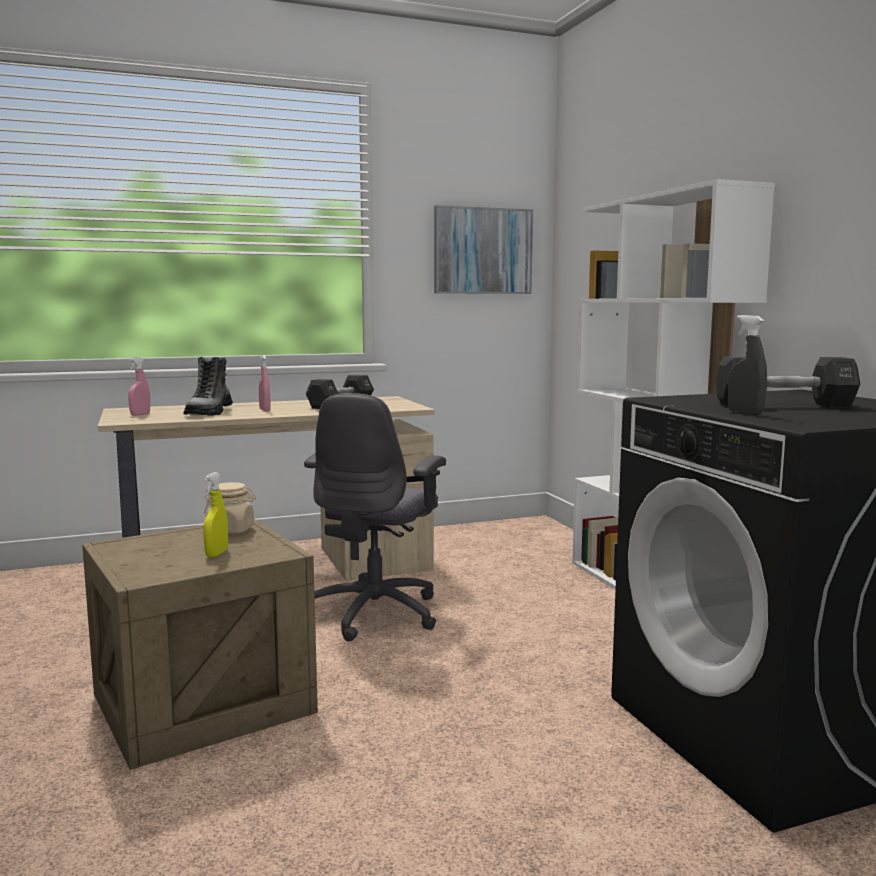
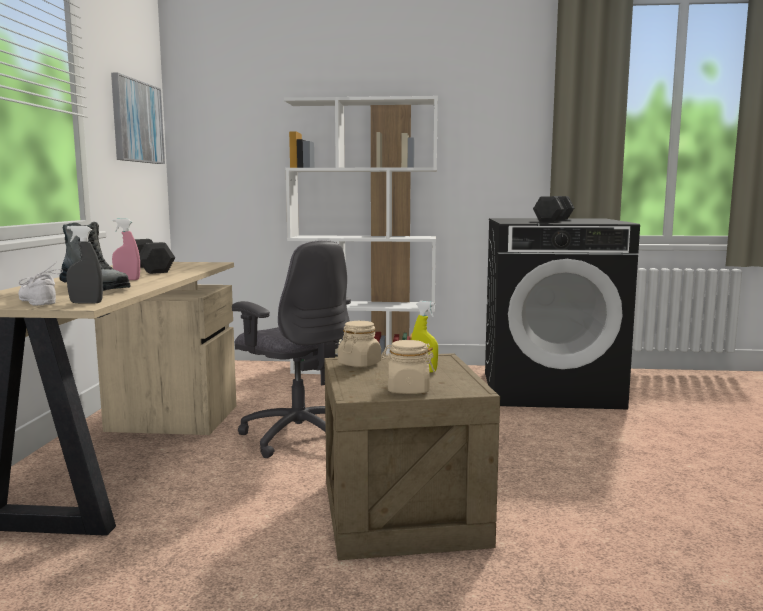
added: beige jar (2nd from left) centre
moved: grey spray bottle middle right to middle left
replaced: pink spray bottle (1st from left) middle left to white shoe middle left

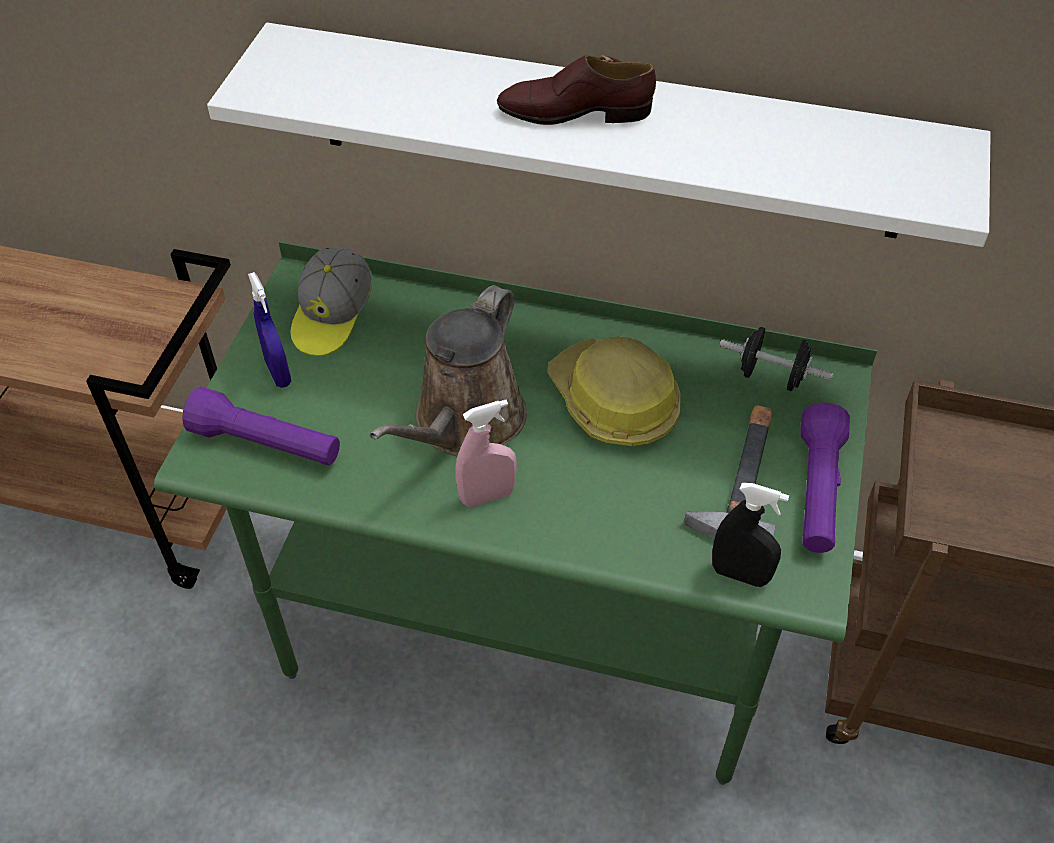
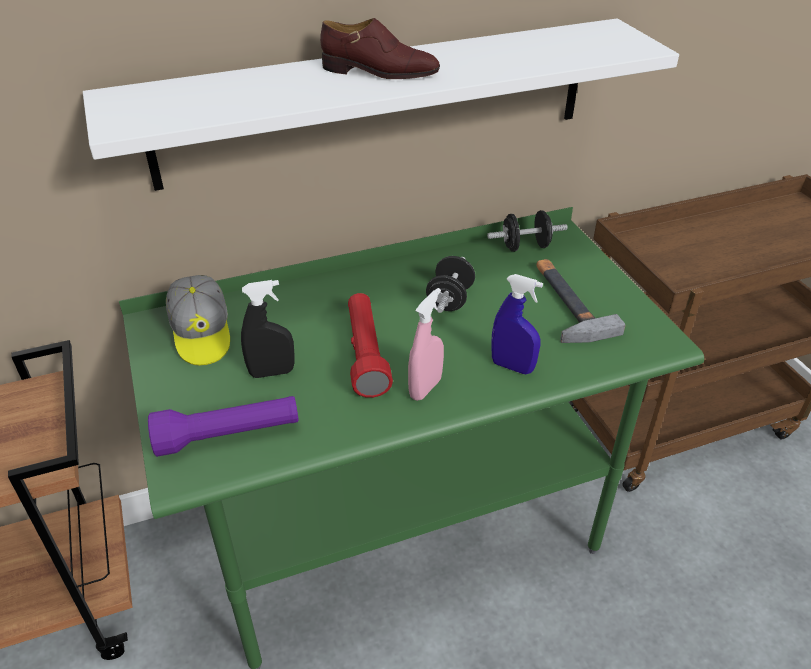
removed: purple flashlight (2nd from left) middle right
moved: blue spray bottle middle left to centre; black spray bottle middle right to middle left
replaced: brown watering can centre to red flashlight centre; hard hat centre to black dumbbell (1st from left) centre
turned: brown shoe top centre = top centre 135 degrees counterclockwise

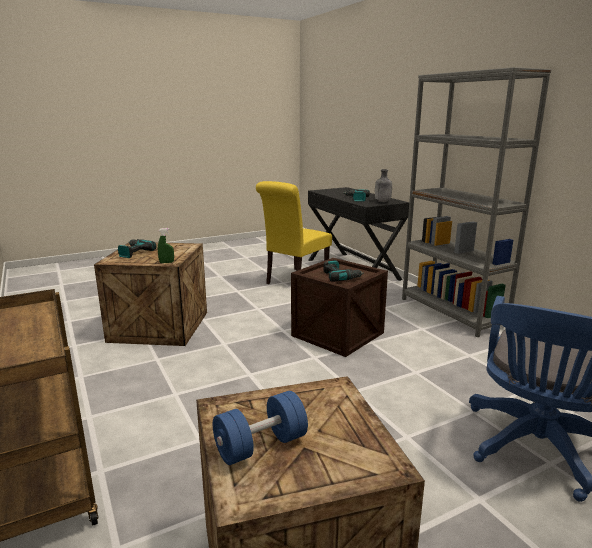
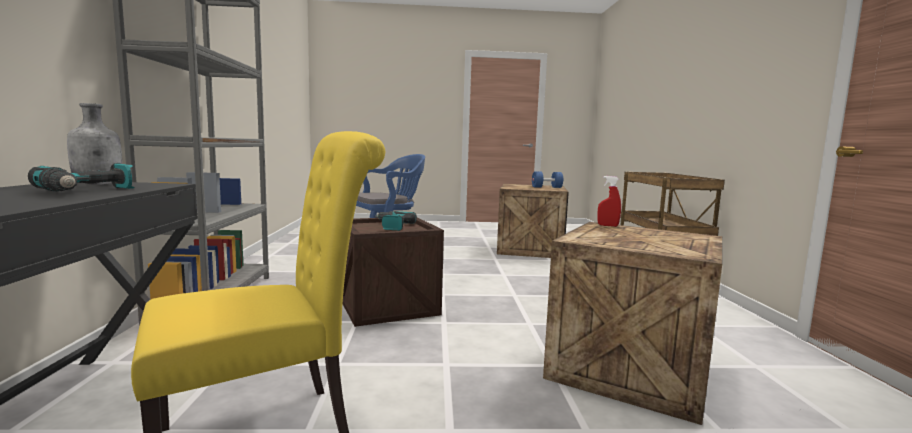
removed: power drill (1st from left) middle left
recoloured: green spray bottle middle left to red spray bottle middle right

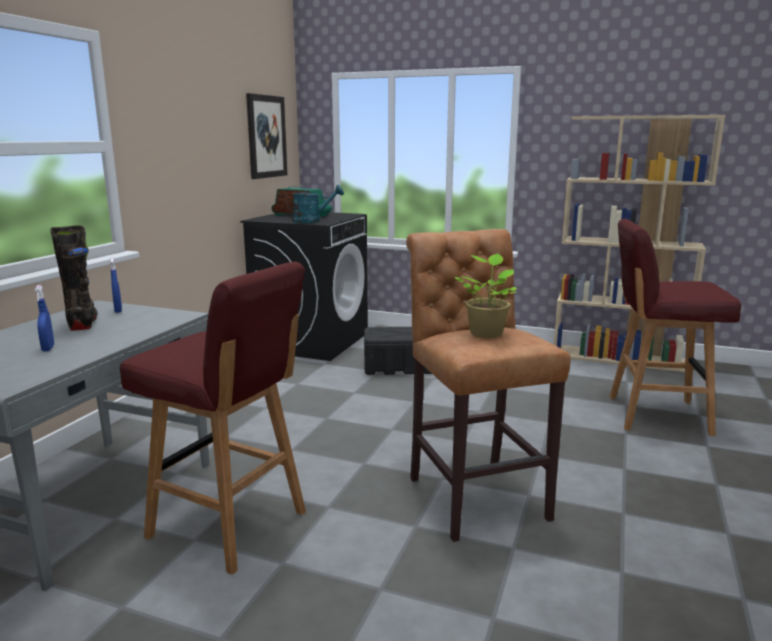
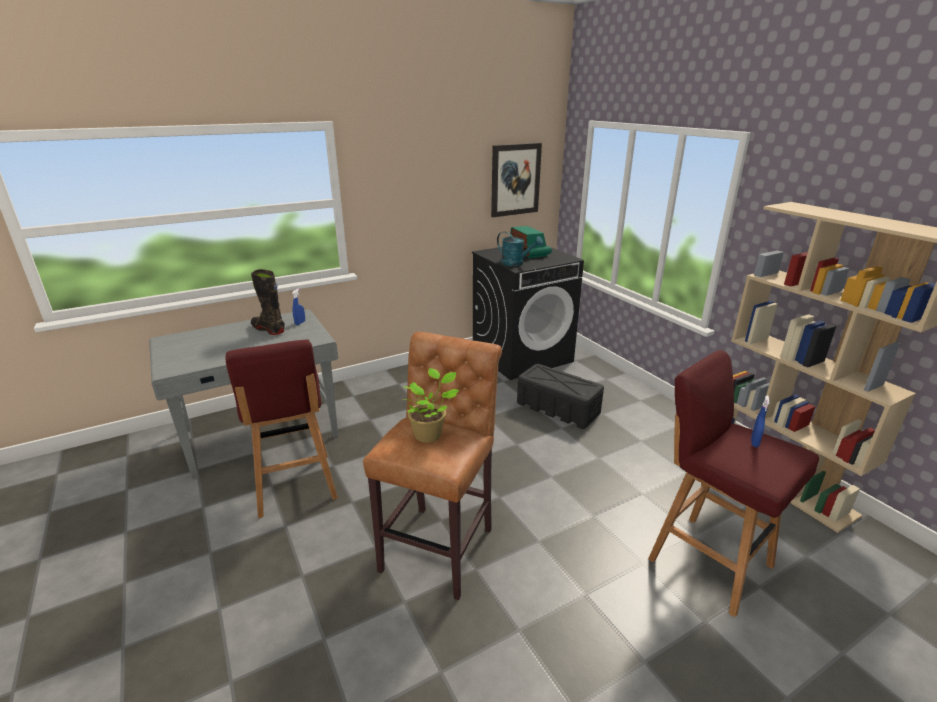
moved: blue spray bottle (1st from left in the first image) middle left to blue spray bottle (2nd from left) middle right
turned: black boot middle left = middle left 75 degrees counterclockwise

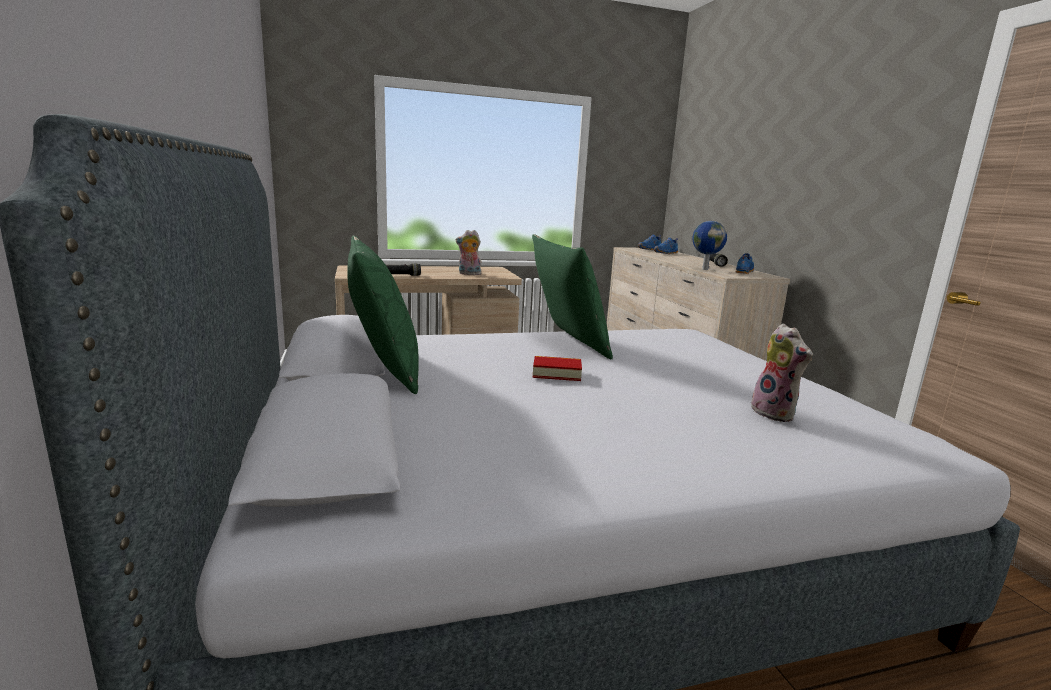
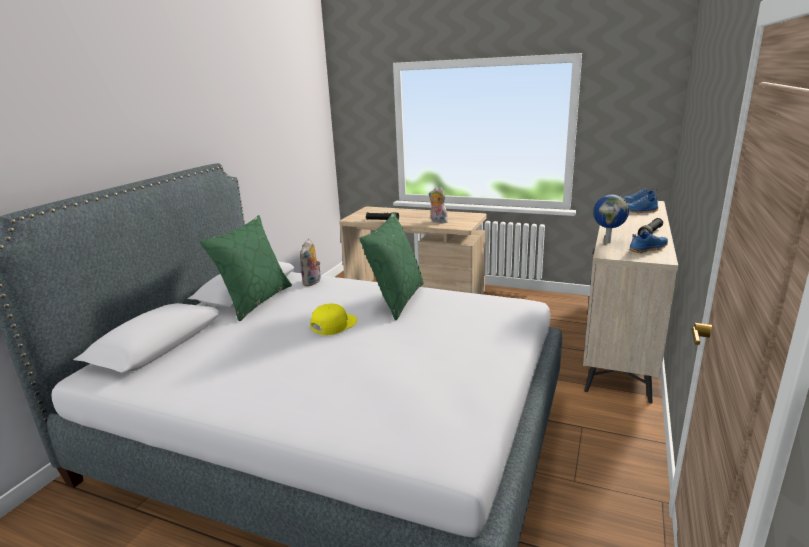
moved: plush toy (2nd from left in the first image) middle right to plush toy (1st from left) centre
replaced: book centre to yellow cap centre

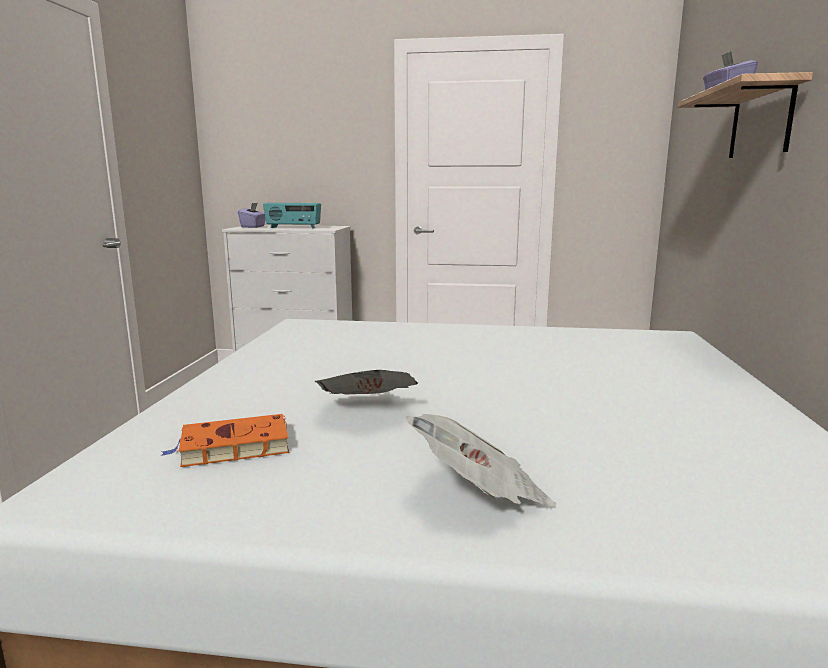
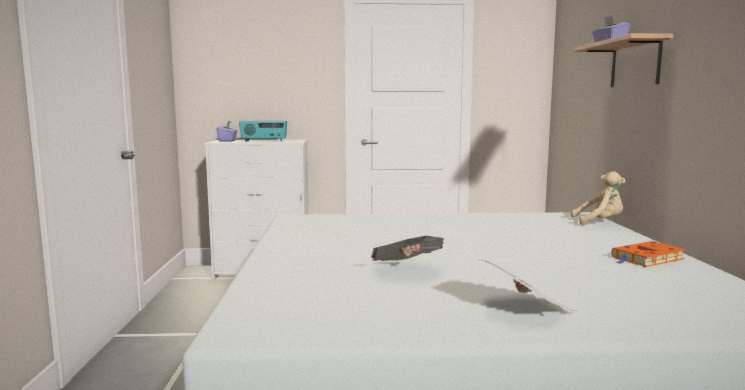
added: beige plush toy middle right
moved: orange book middle left to middle right

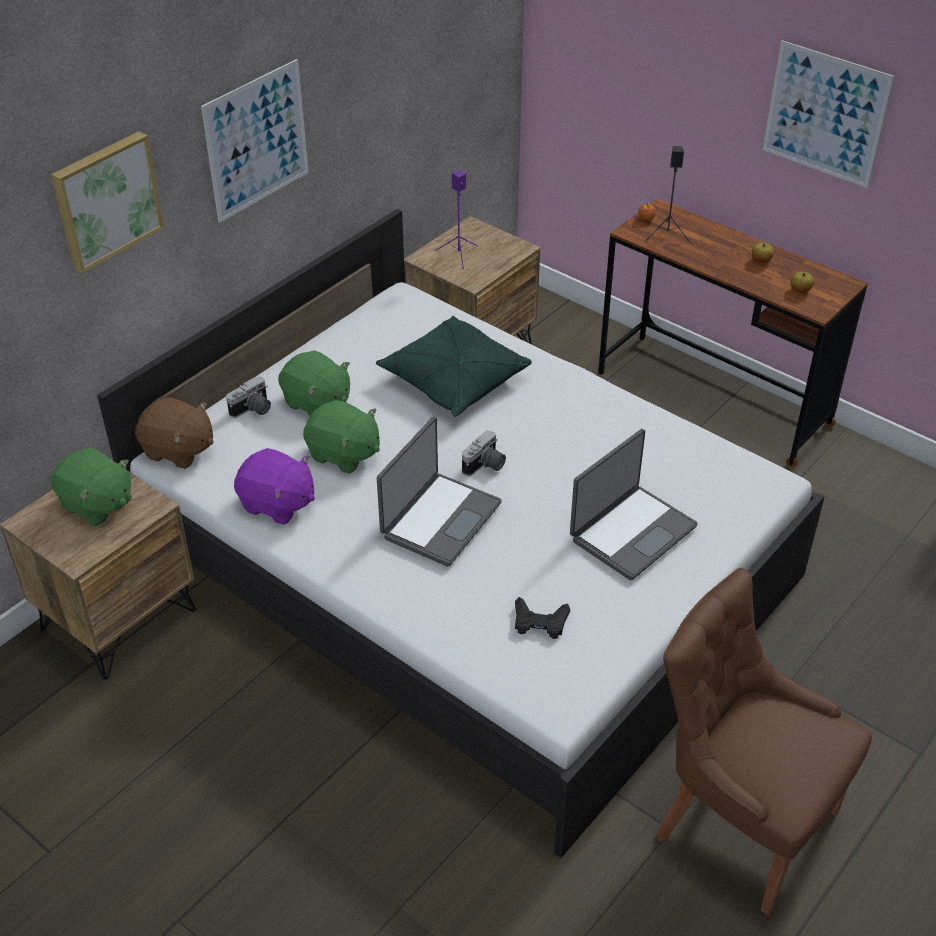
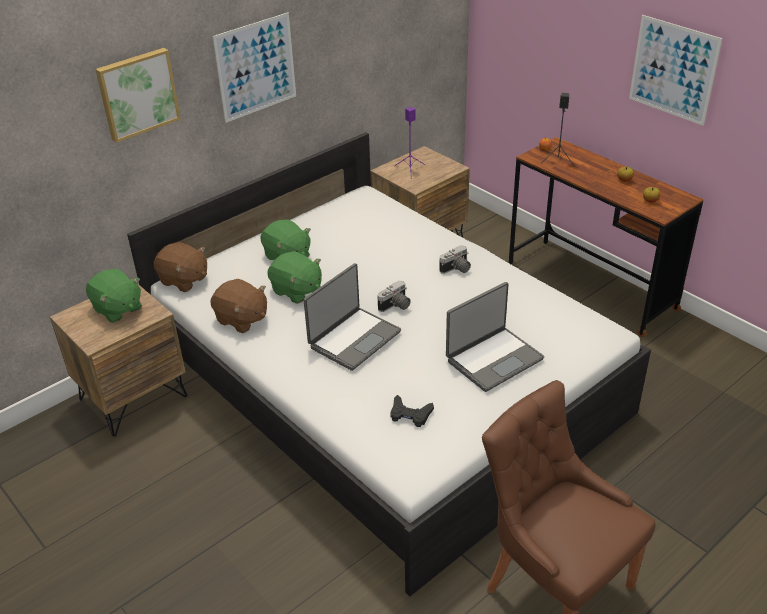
removed: green pillow centre
moved: photo camera (1st from left in the first image) middle left to photo camera (2nd from left) centre
recoloured: purple plush toy middle left to brown plush toy (2nd from left) middle left

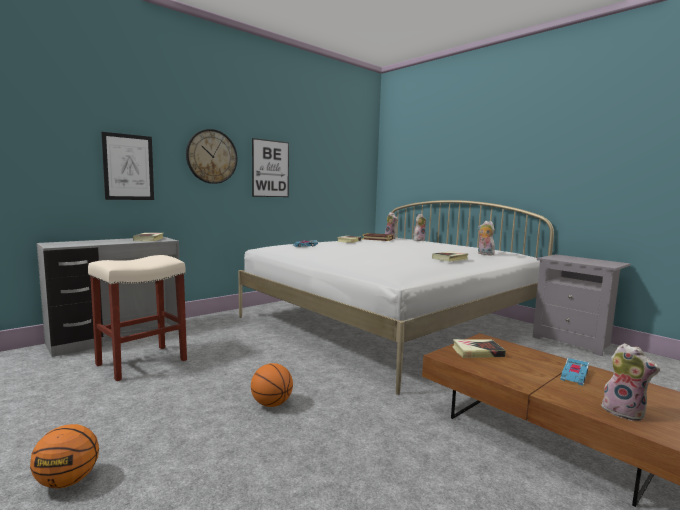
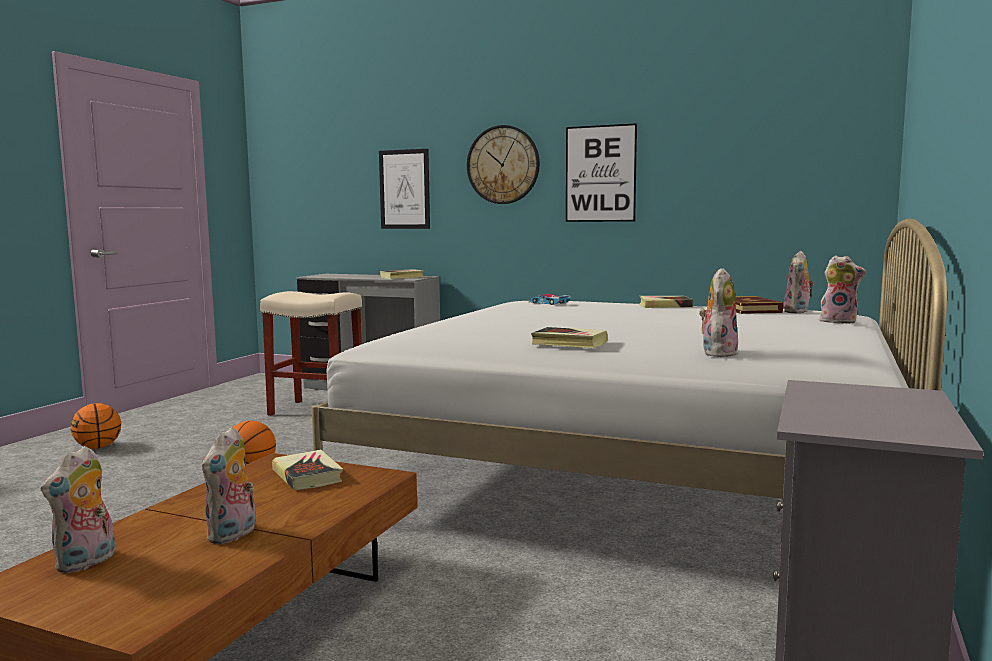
replaced: toy car (2nd from left) bottom right to plush toy (2nd from left) bottom left

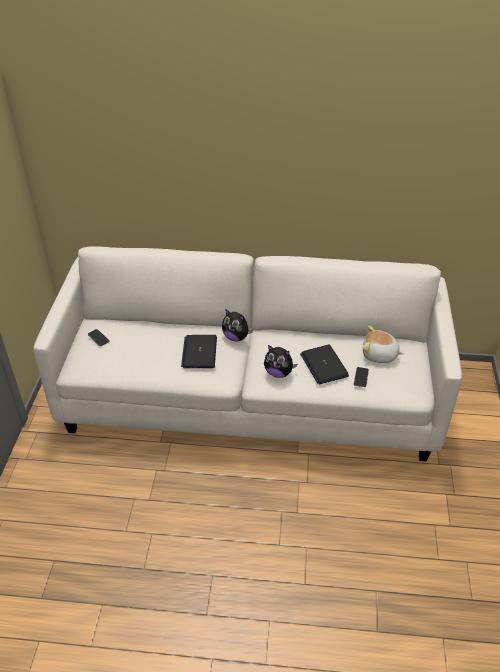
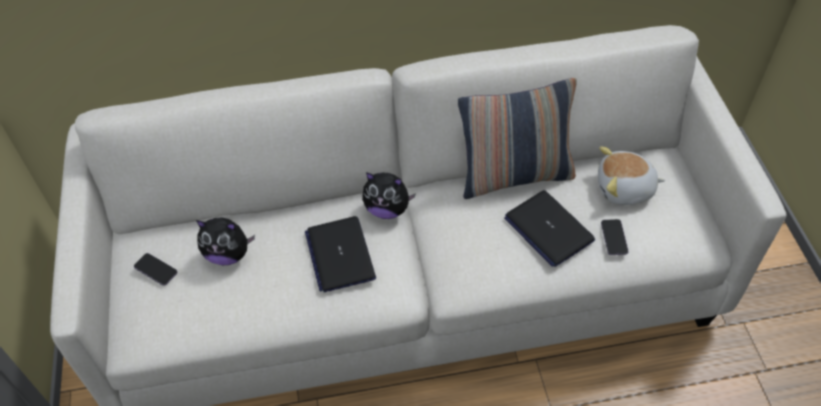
added: pillow centre
moved: plush toy (2nd from left in the first image) centre to plush toy (1st from left) middle left

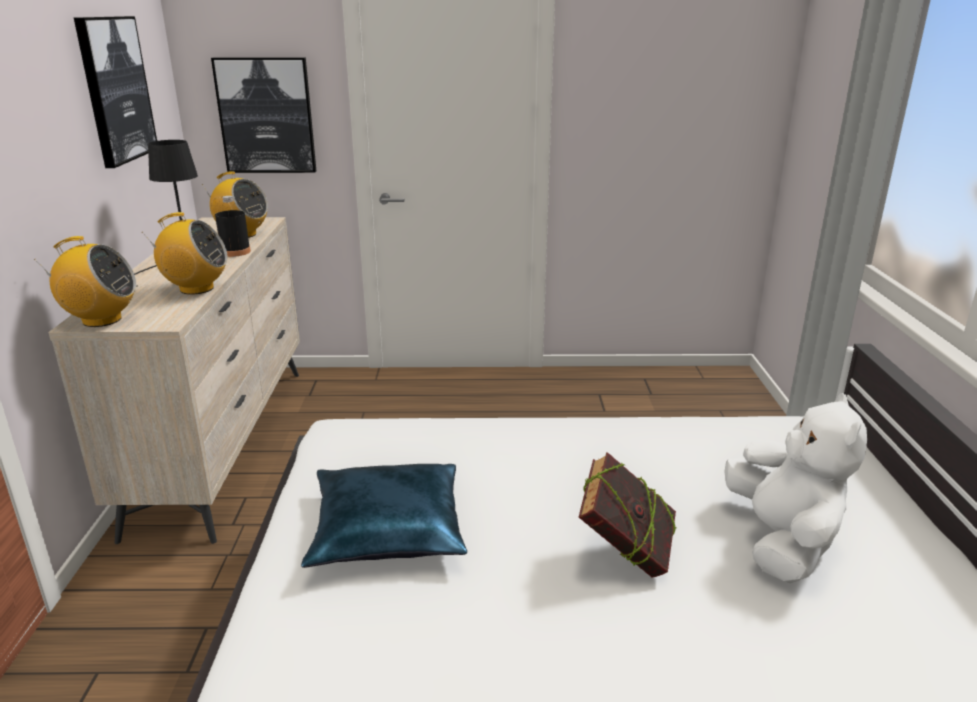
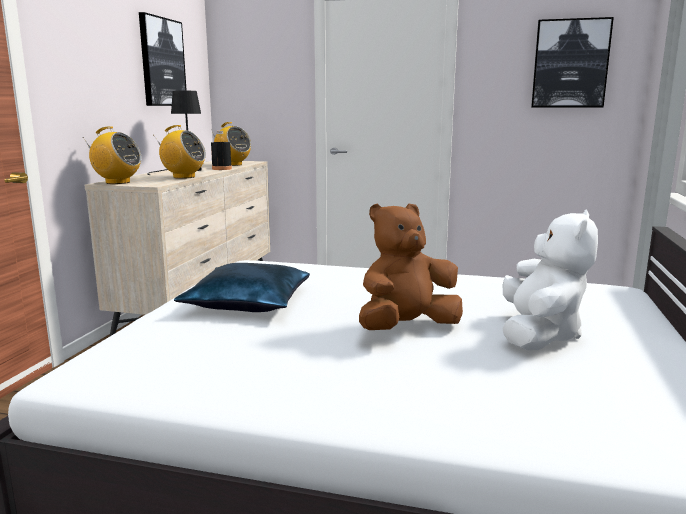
moved: picture (2nd from left) top left to top right
replaced: book bottom centre to brown plush toy centre

